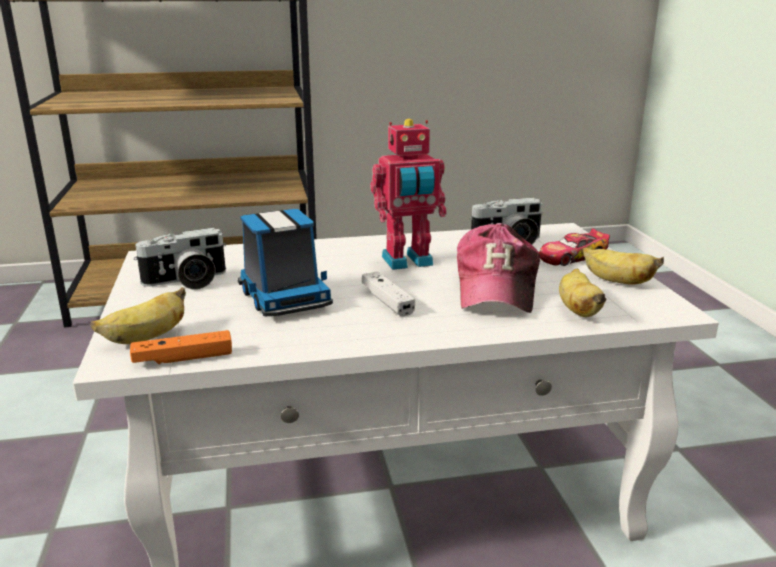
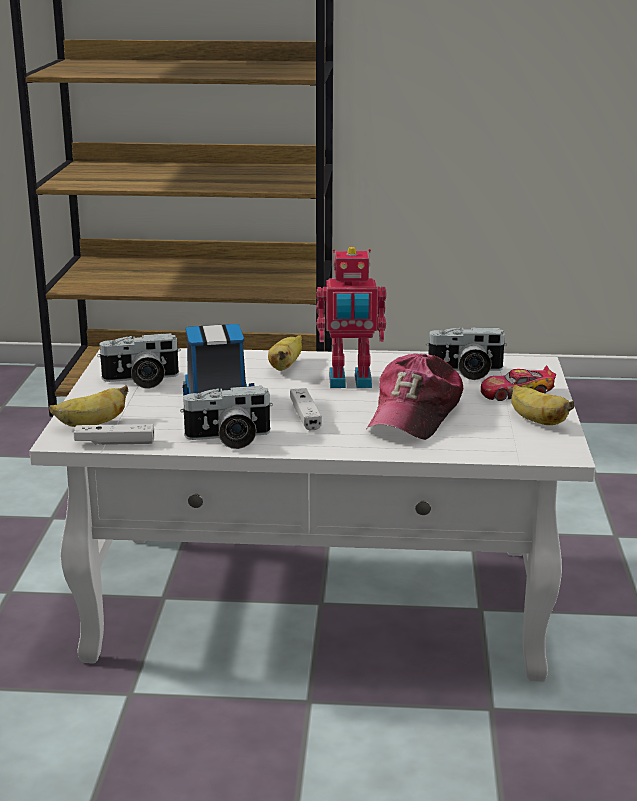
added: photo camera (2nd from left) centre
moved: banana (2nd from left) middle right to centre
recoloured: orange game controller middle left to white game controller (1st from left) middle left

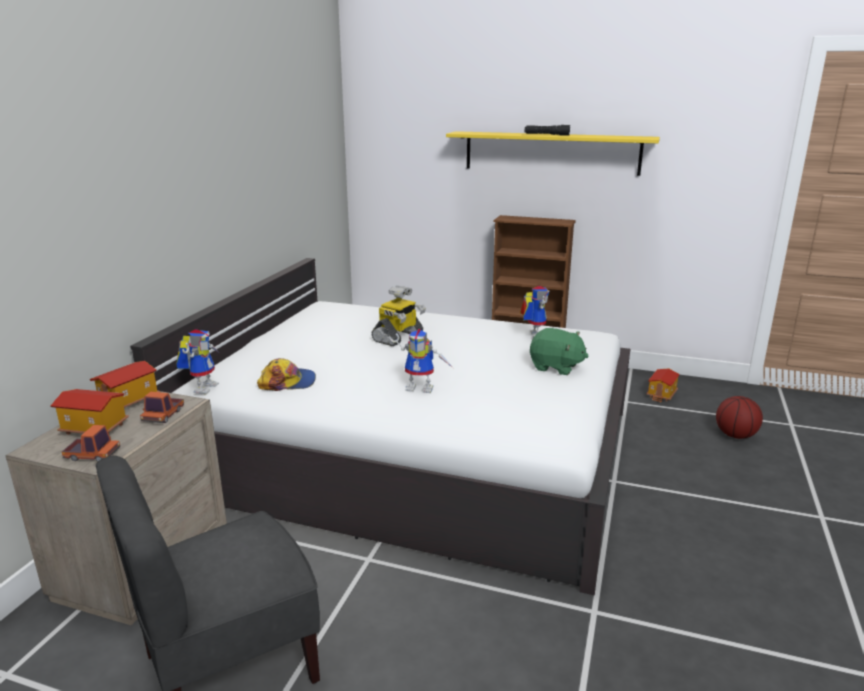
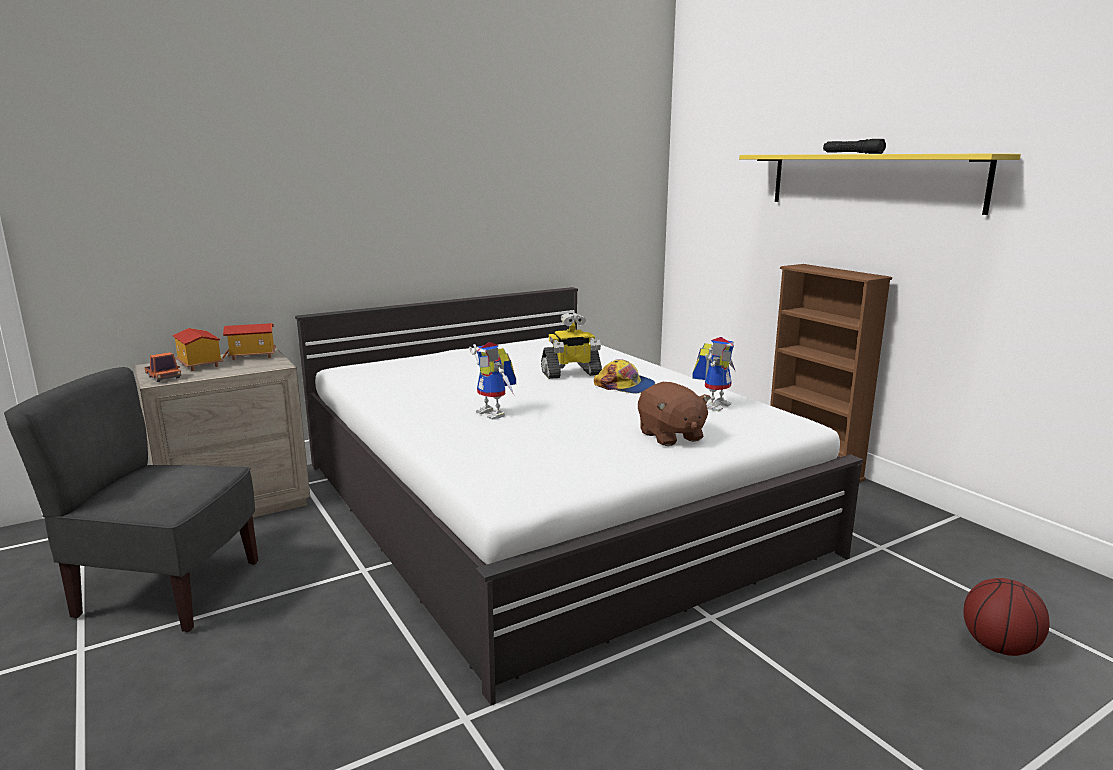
removed: toy truck (2nd from left) middle left; toy robot (1st from left) middle left; toy house (3rd from left) middle right
moved: cap middle left to centre
recoloured: green plush toy centre to brown plush toy centre

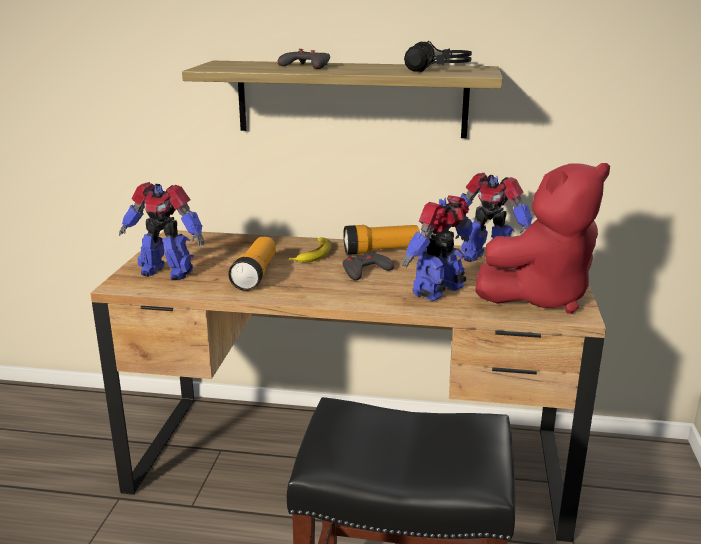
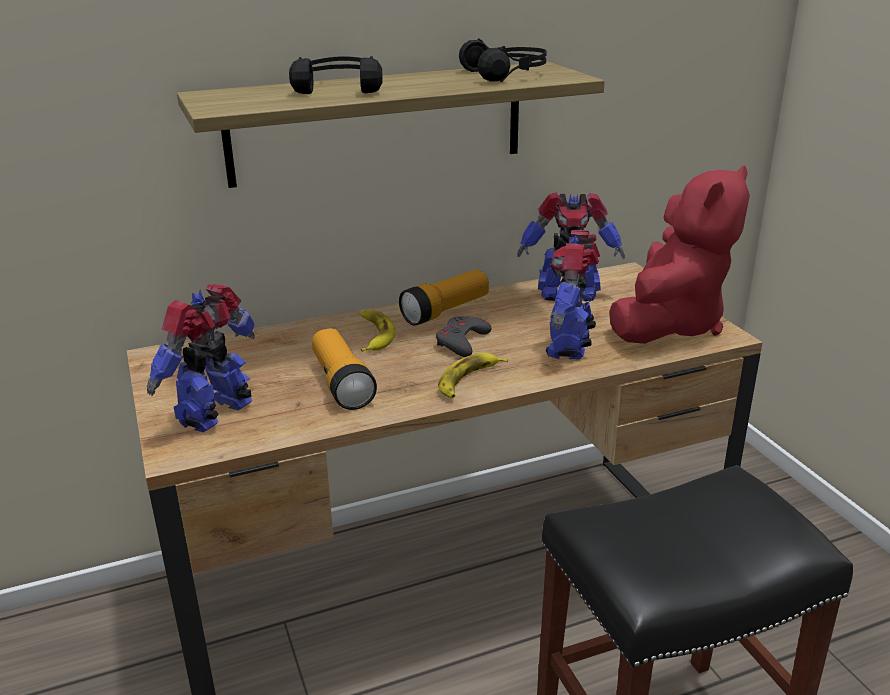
added: banana (2nd from left) centre
replaced: grey game controller (1st from left) top centre to black headphones (1st from left) top centre
turned: toy robot (1st from left) middle left = middle left 135 degrees clockwise

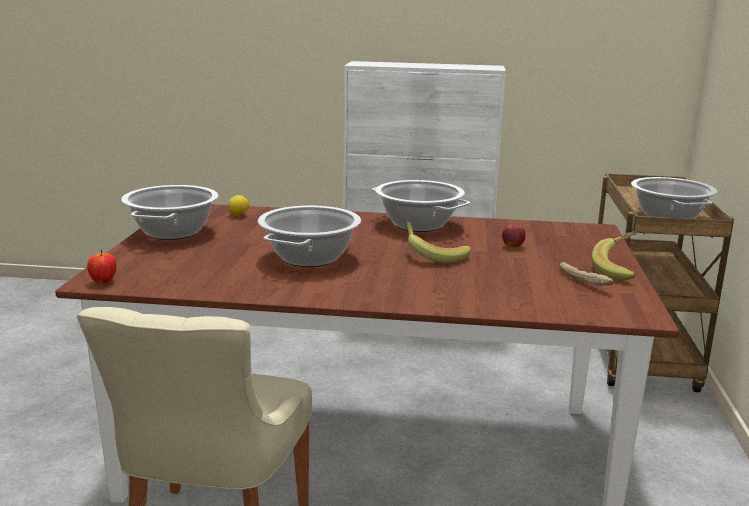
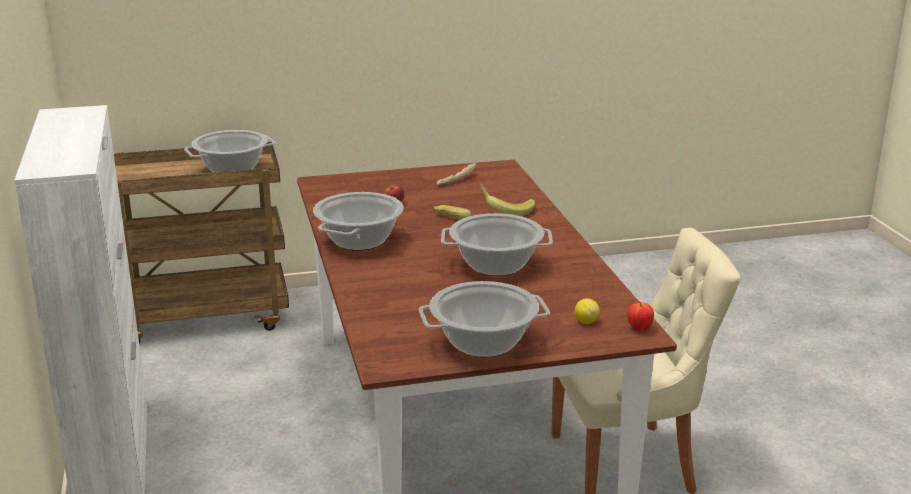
moved: lemon middle left to centre; banana (2nd from left) middle right to centre

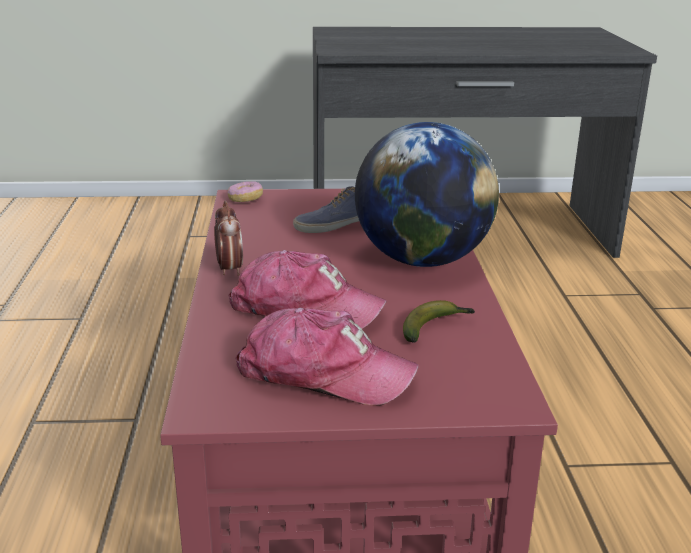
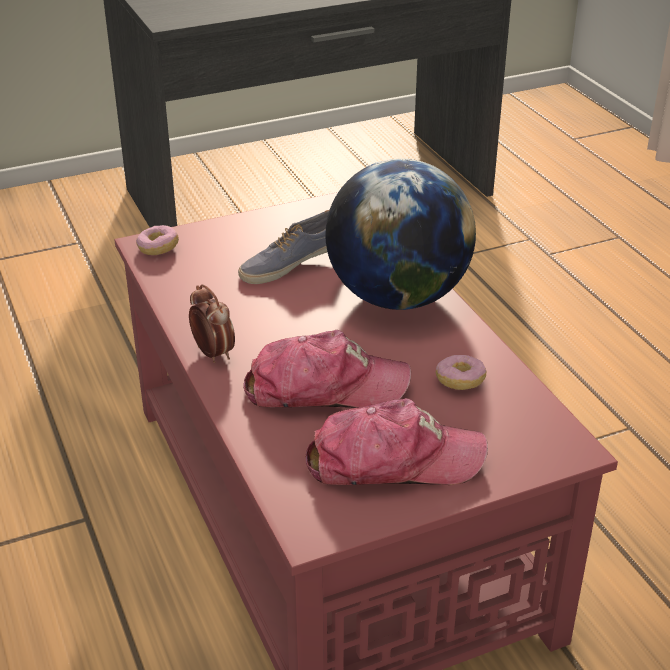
replaced: banana centre to donut (2nd from left) middle right

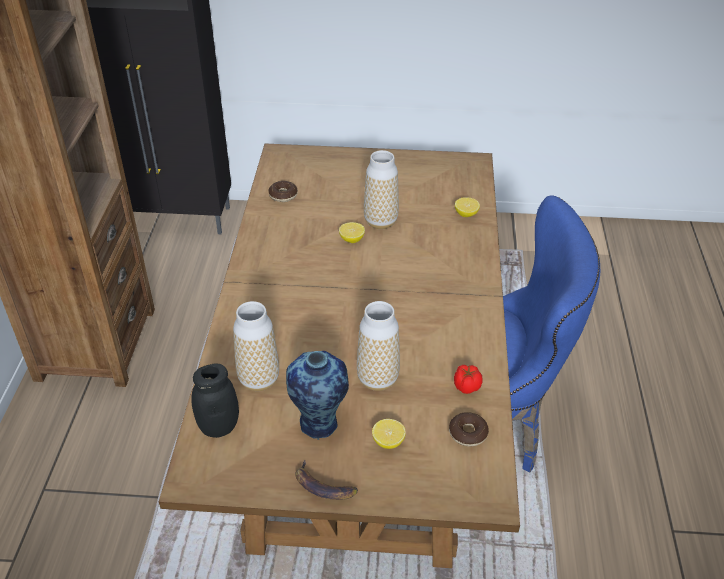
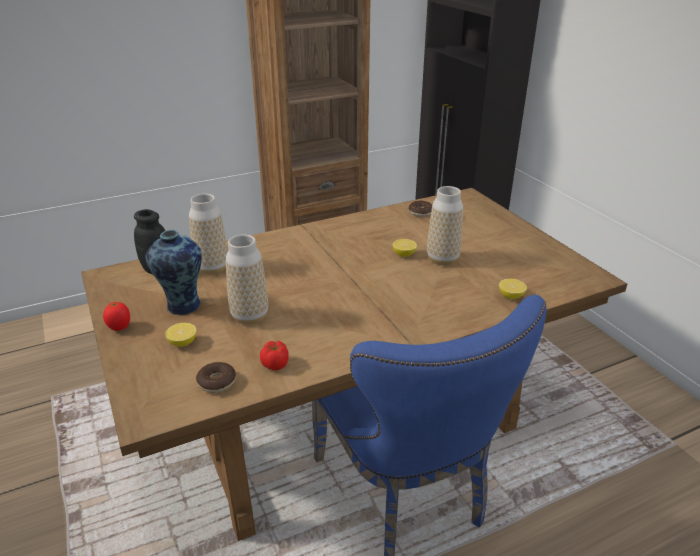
replaced: banana bottom centre to tomato (1st from left) middle left

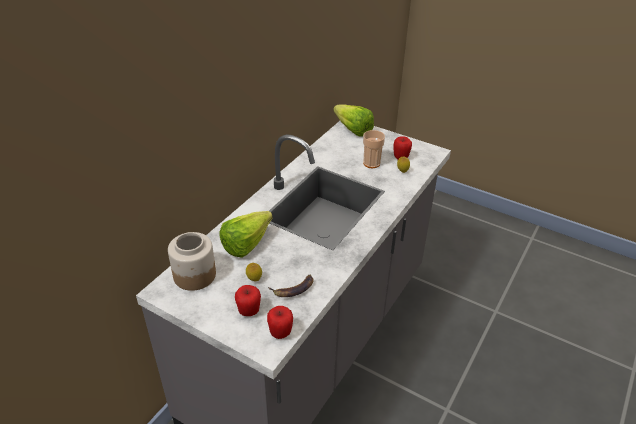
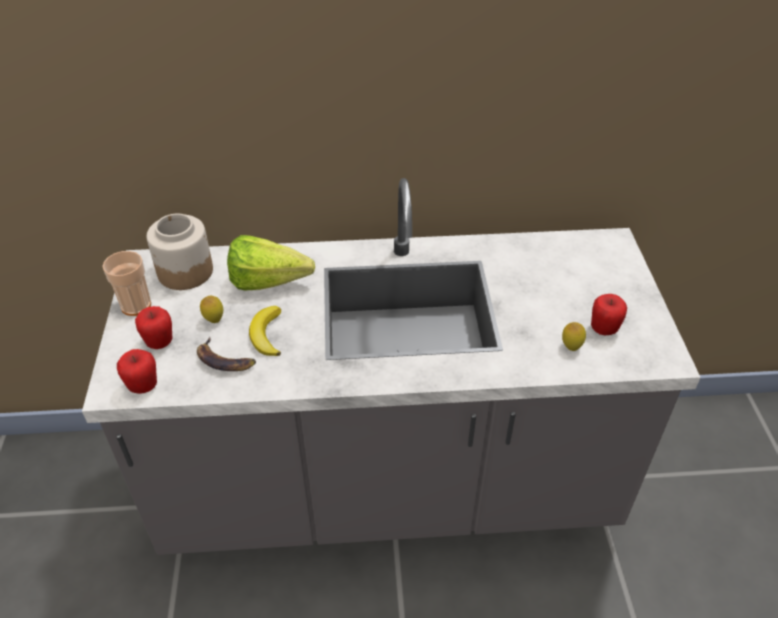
removed: lettuce (2nd from left) top centre
added: banana (2nd from left) centre
moved: cup centre to middle left

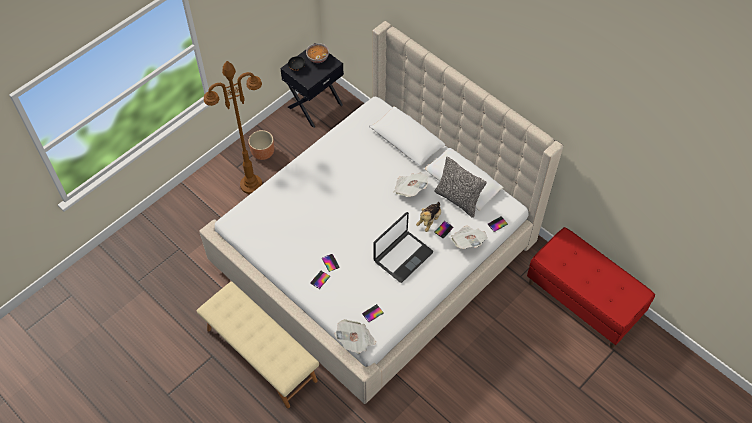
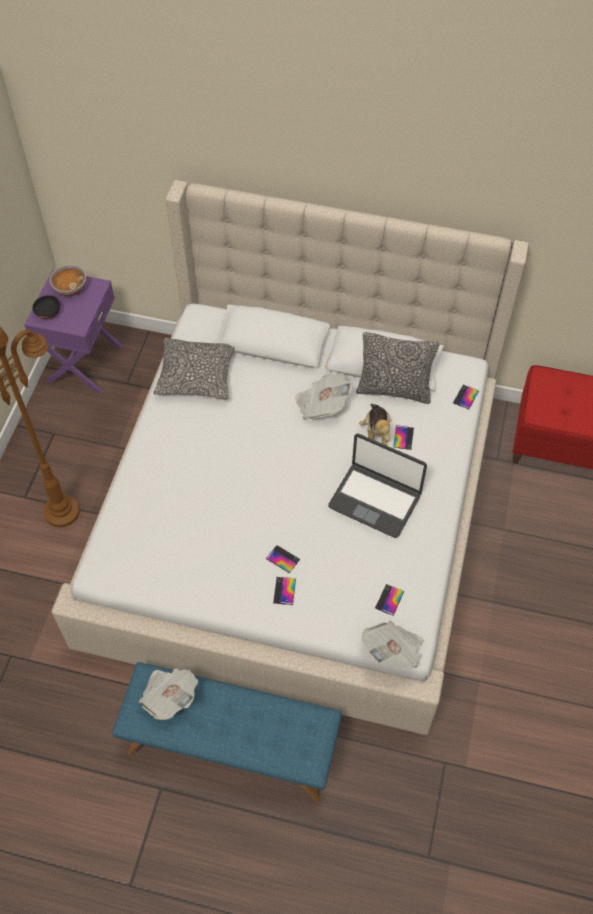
removed: brown planter centre
added: pillow (1st from left) middle left
moved: newspaper (3rd from left in the first image) centre to newspaper (1st from left) bottom left
recoloured: beige bench bottom centre to blue bench bottom centre; black nightstand top centre to purple nightstand middle left
turned: laptop centre = centre 105 degrees clockwise

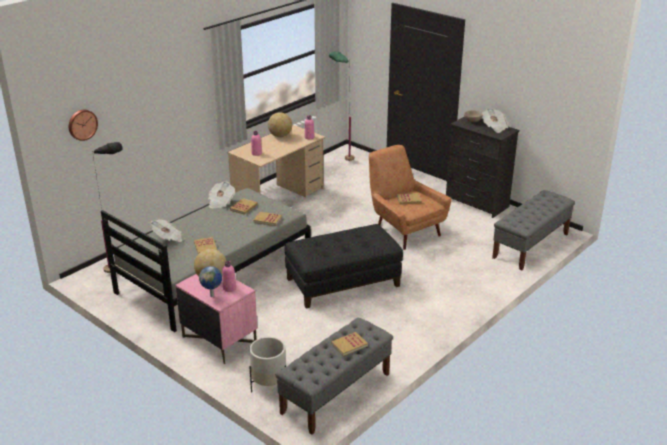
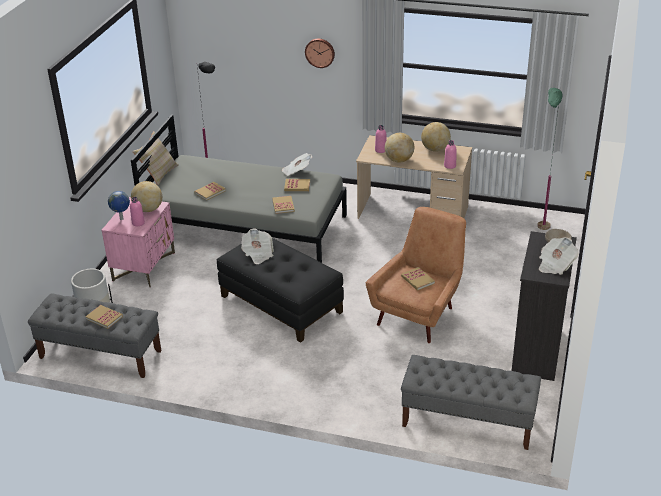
added: beige pillow top left; globe (3rd from left) top centre
moved: wall clock top left to top centre; newspaper (1st from left) middle left to centre

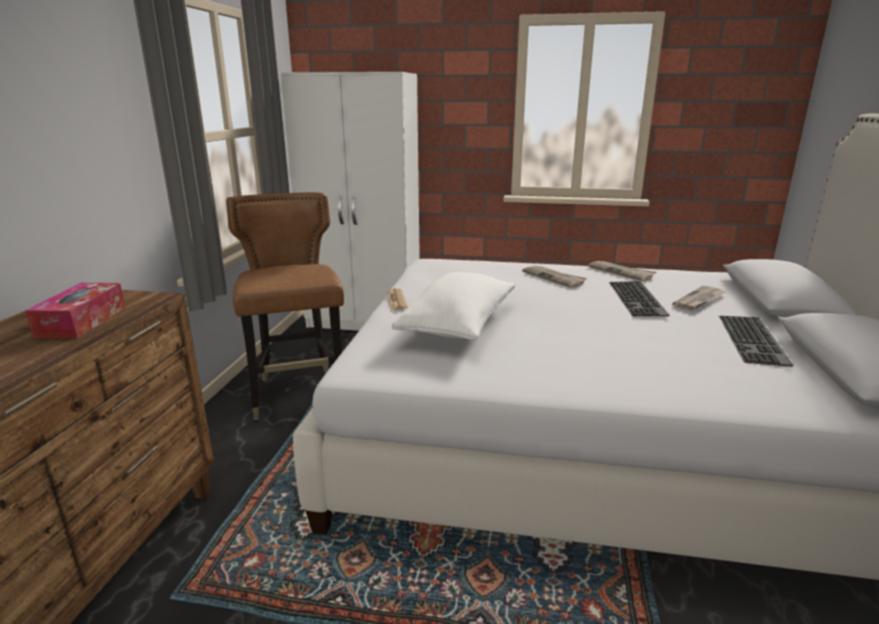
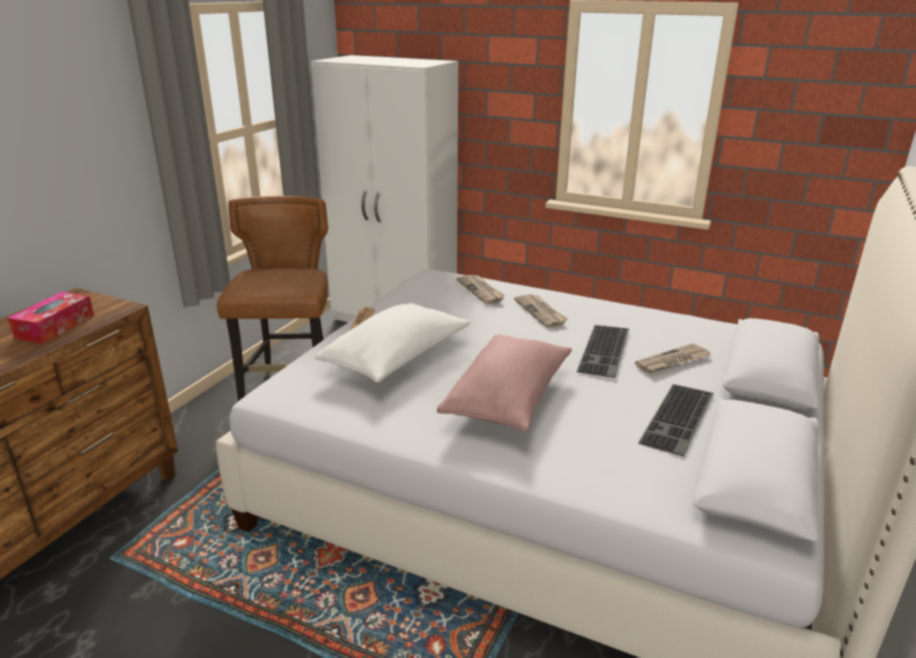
added: pink pillow centre
moved: newspaper (3rd from left in the first image) middle right to newspaper (2nd from left) centre

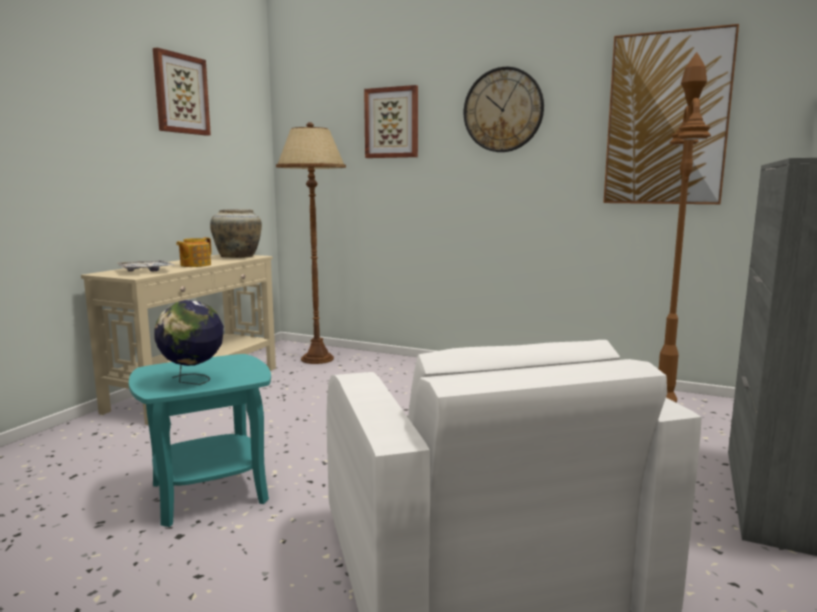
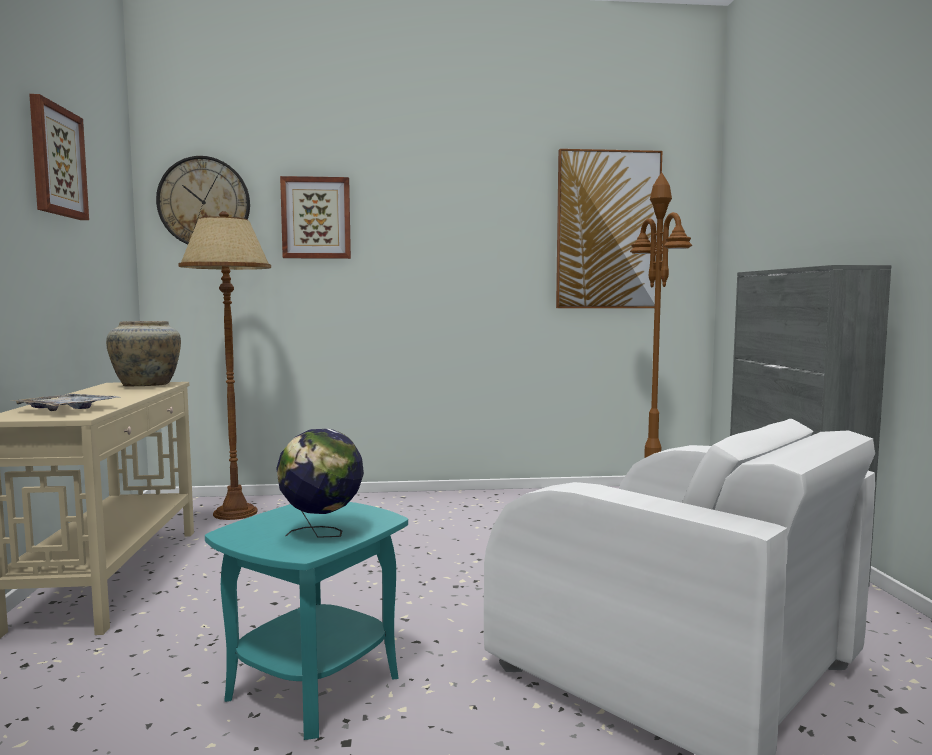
removed: teapot middle left
moved: wall clock top centre to top left

